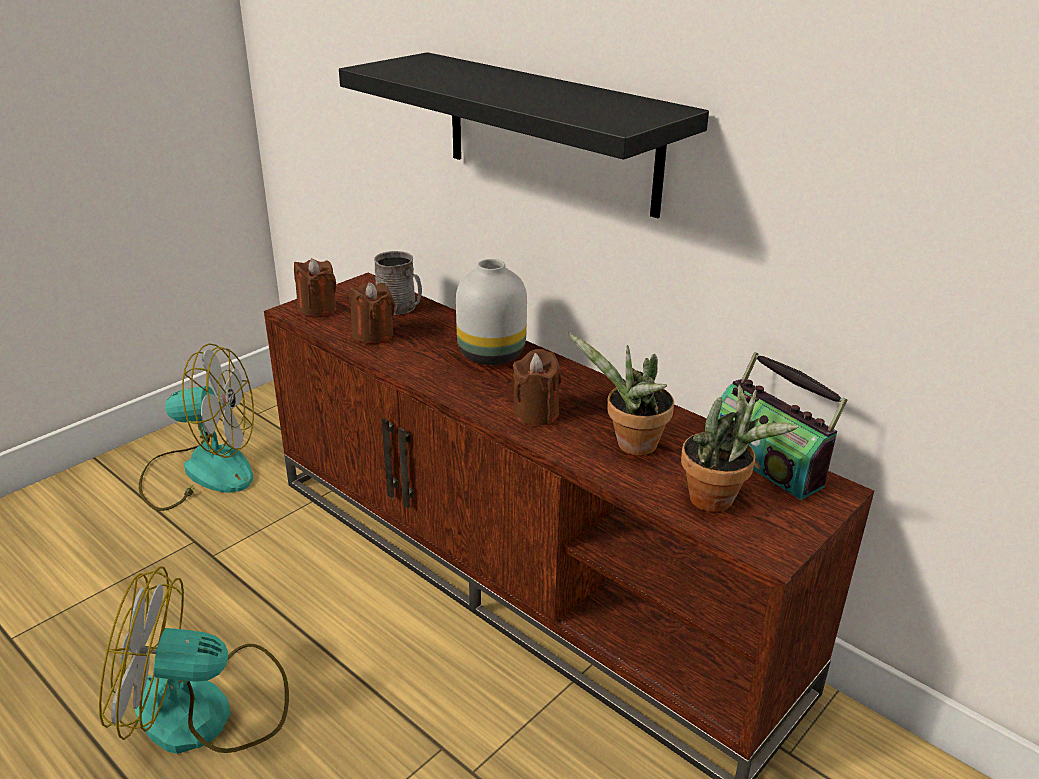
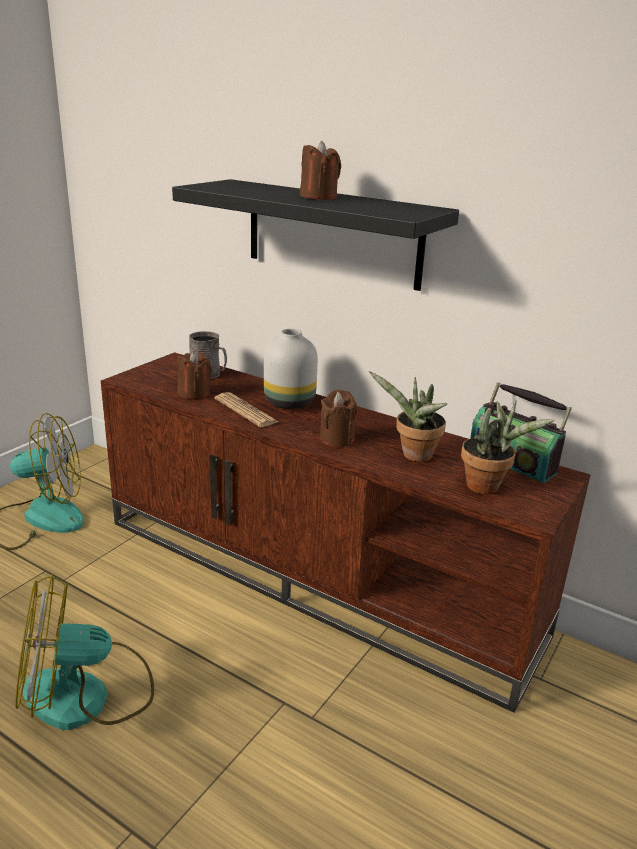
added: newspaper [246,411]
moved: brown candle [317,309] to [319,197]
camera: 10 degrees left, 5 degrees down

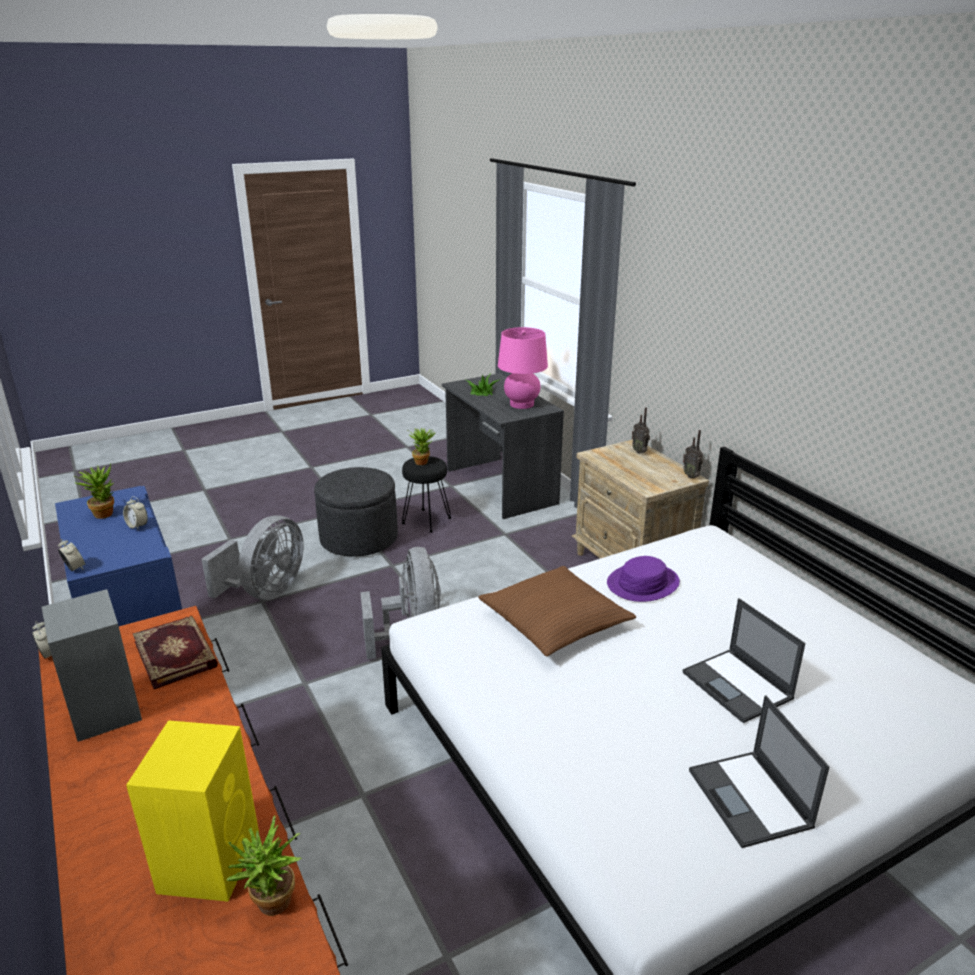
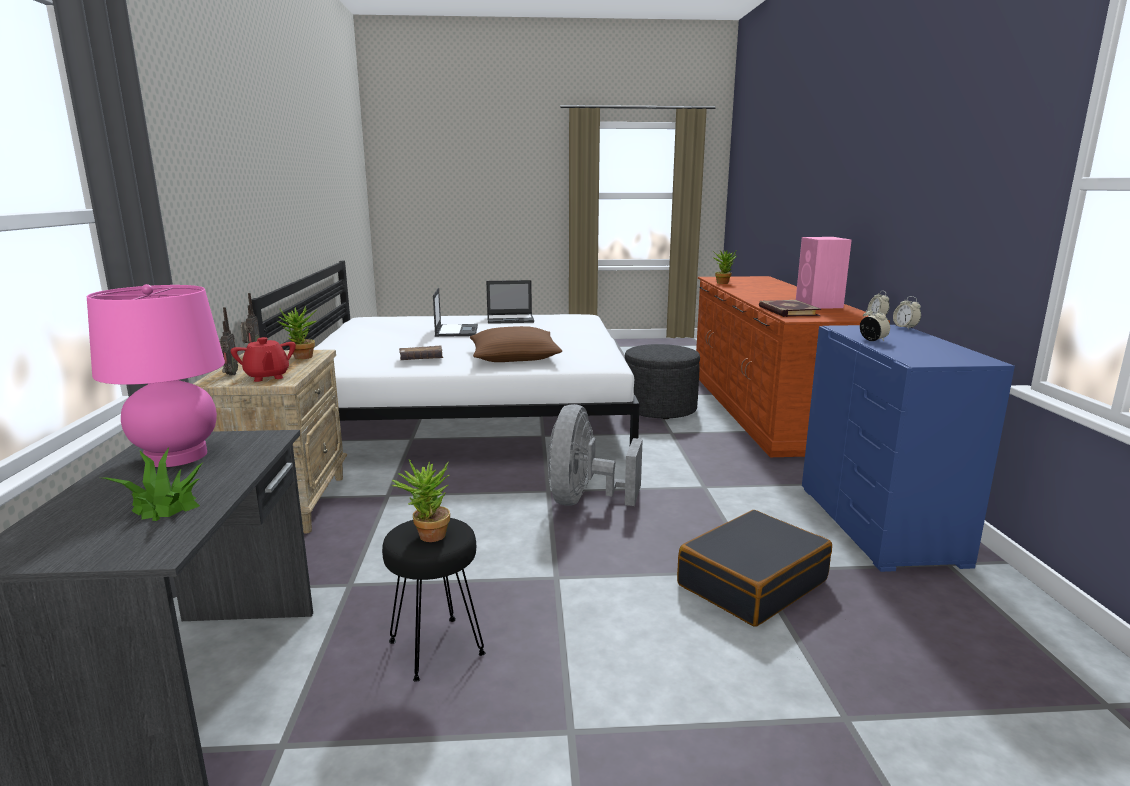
removed: yellow speaker [210,859]
added: red teapot [267,377]
moved: potted plant [104,512] to [301,358]; grey ottoman [359,538] to [659,409]
replaced: grey fan [266,592] to black suitcase [751,582]; purple hat [643,583] to brown book [421,359]
recoloured: grey speaker [105,709] to pink speaker [819,305]
turned: laptop [750,799] = [511,319] 75 degrees clockwise
camera: 155 degrees left, 10 degrees down

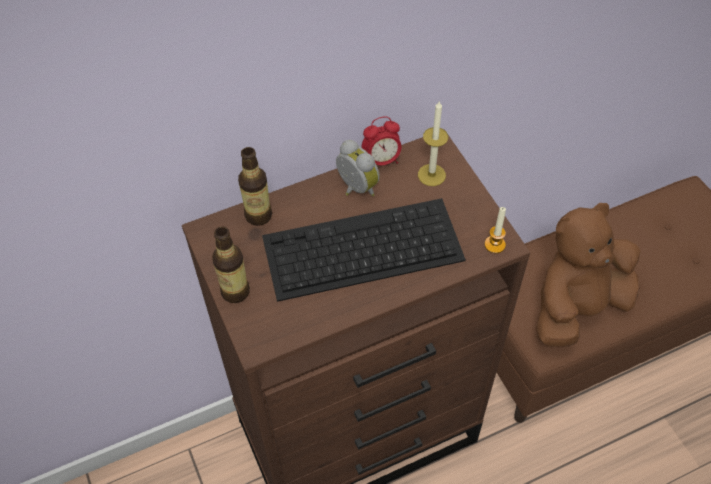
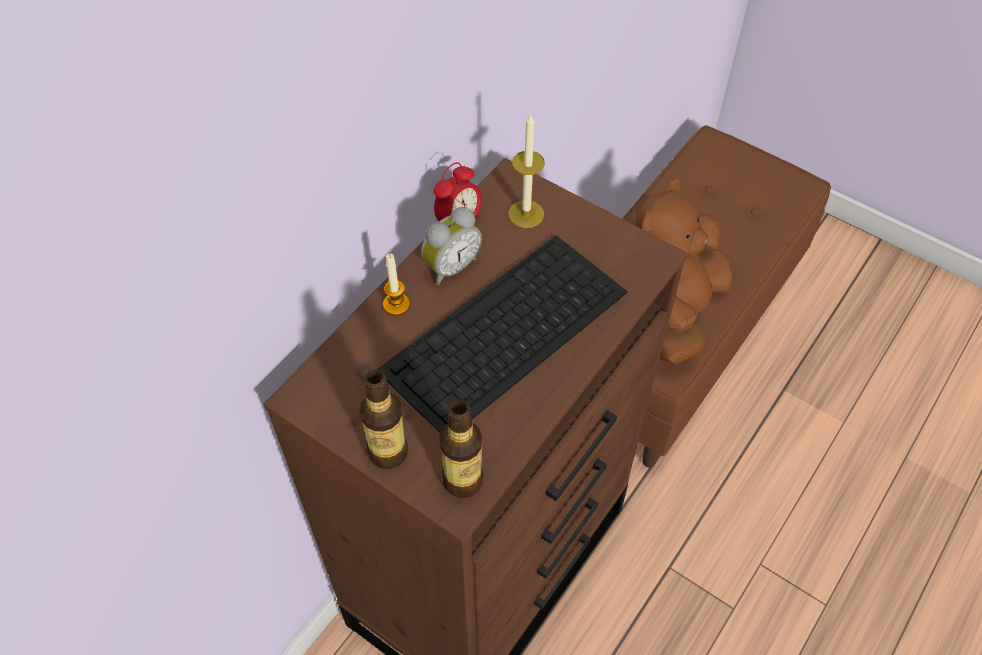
moved: bottle [258,215] to [463,480]; candle [494,245] to [396,304]
turned: alarm clock [355,188] = [450,266] 120 degrees clockwise
camera: 30 degrees left, 0 degrees up

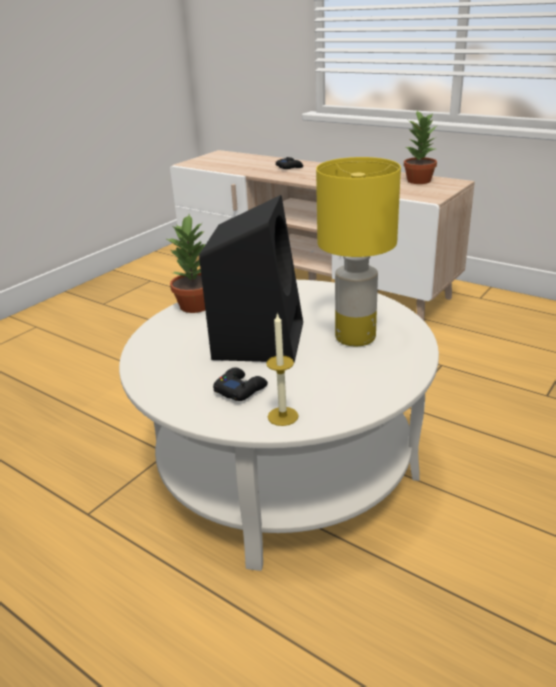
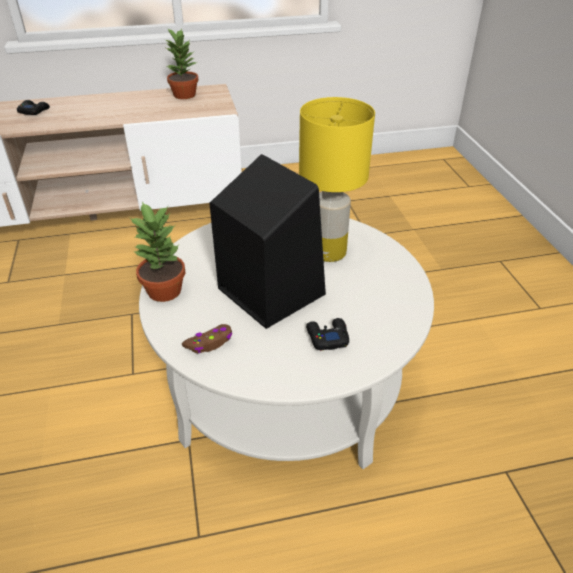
removed: candle [283,416]
added: brown game controller [210,343]
camera: 50 degrees left, 10 degrees up

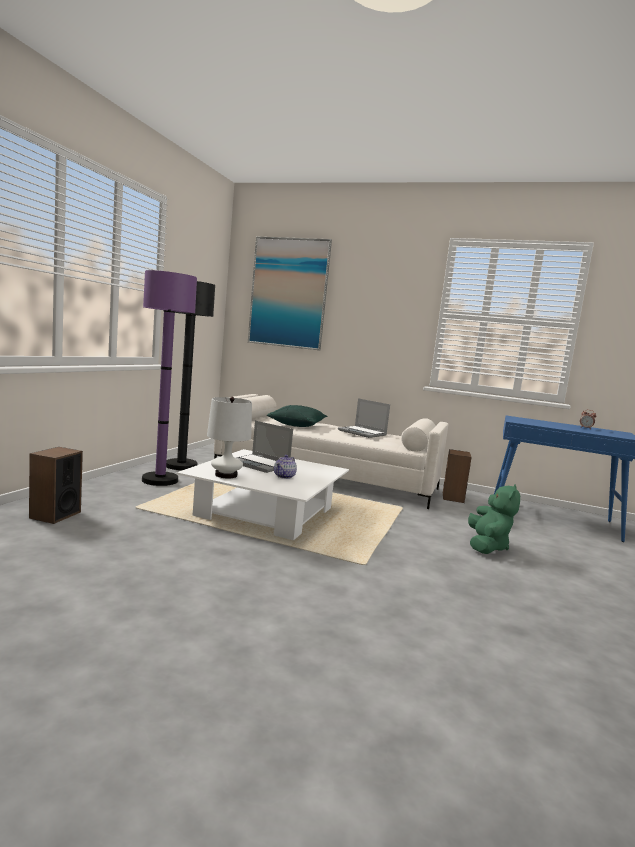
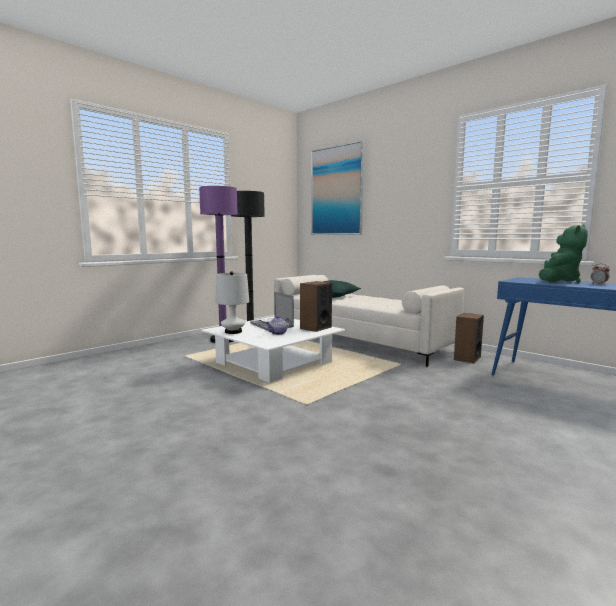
removed: laptop [363,433]
moved: speaker [55,515] to [315,328]; green plush toy [487,546] to [558,281]
camera: 25 degrees right, 0 degrees up

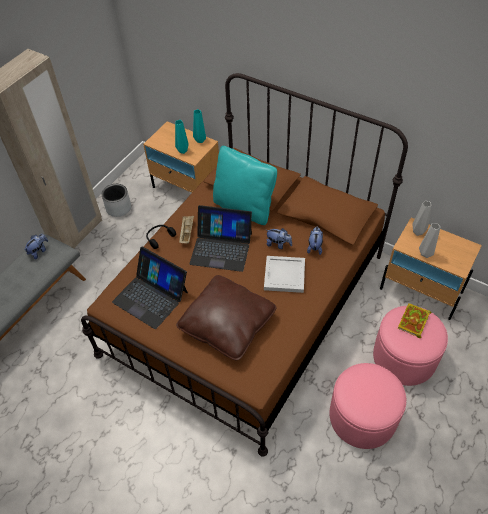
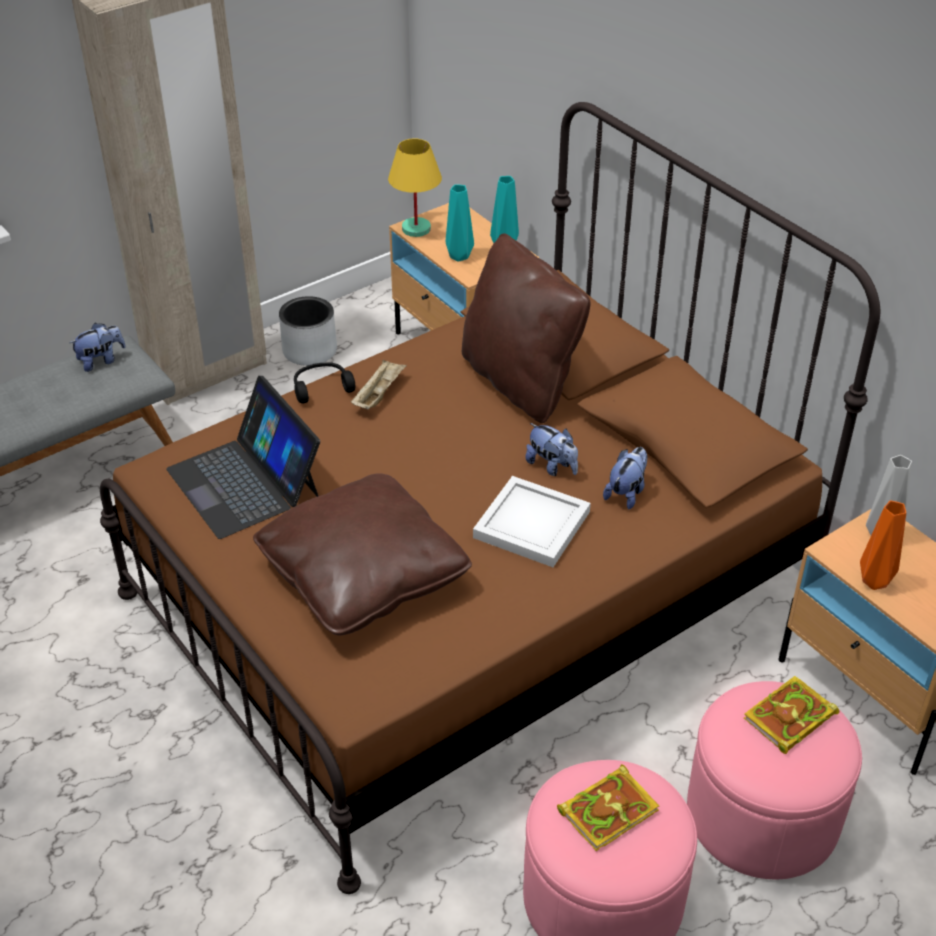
removed: laptop [221,248]
added: yellow table lamp [417,229]; book [609,809]
recoloured: turquoise pillow [244,207] to brown pillow [520,382]; grey vase [426,254] to orange vase [875,583]
camera: 20 degrees right, 10 degrees down

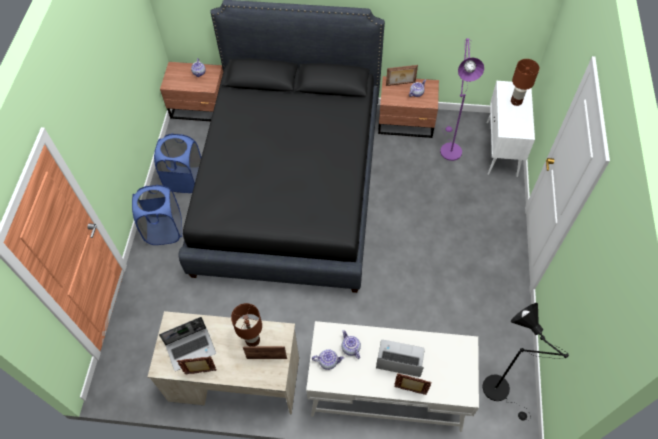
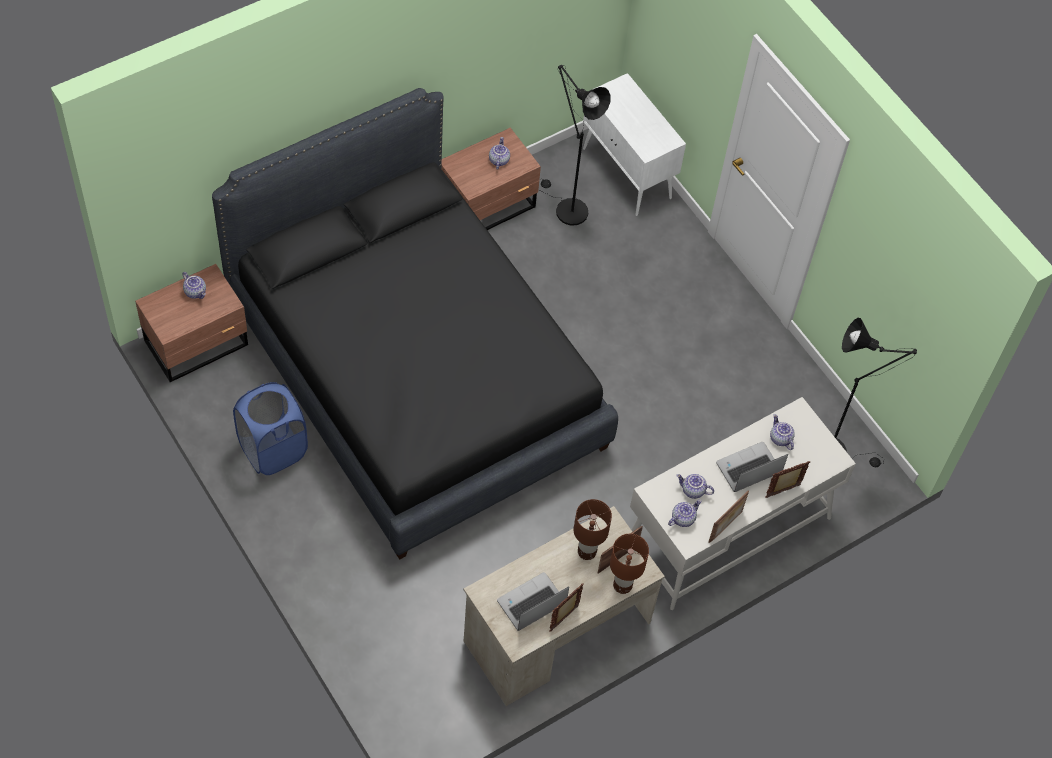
removed: blue laundry basket [164,230]
added: teapot [780,438]
moved: picture frame [400,84] to [726,526]; brown table lamp [516,101] to [622,585]
recoloured: purple floor lamp [449,148] to black floor lamp [566,208]
turned: laptop [191,348] = [531,604] 150 degrees counterclockwise
camera: 45 degrees left, 0 degrees up

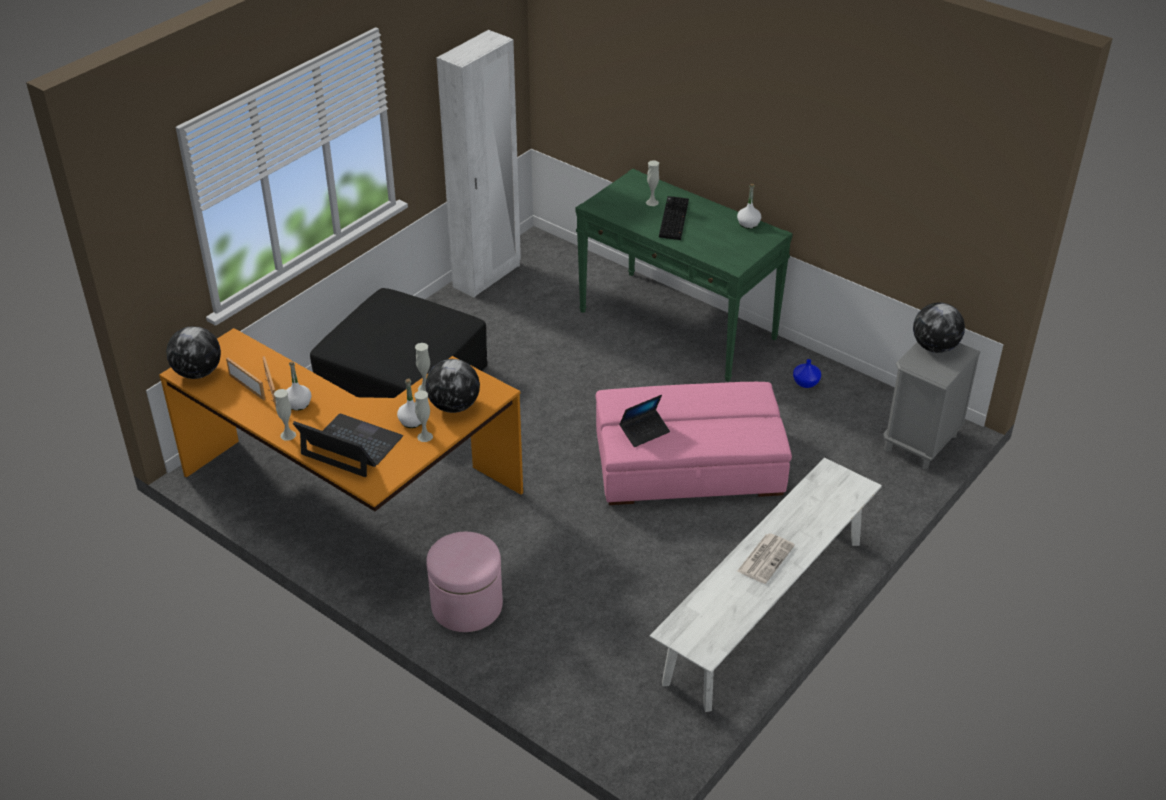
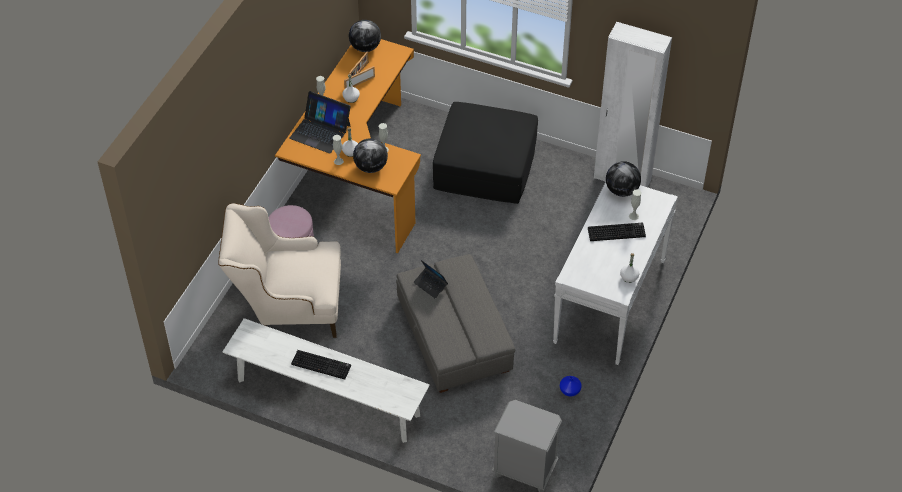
added: beige armchair [288,308]
moved: globe [935,347] to [622,190]
replaced: newspaper [765,558] to keyboard [322,364]
recoloured: green console table [678,325] to white console table [610,301]; pink ottoman [688,464] to grey ottoman [454,334]
turned: laptop [351,446] = [320,131] 105 degrees clockwise
camera: 75 degrees right, 10 degrees up

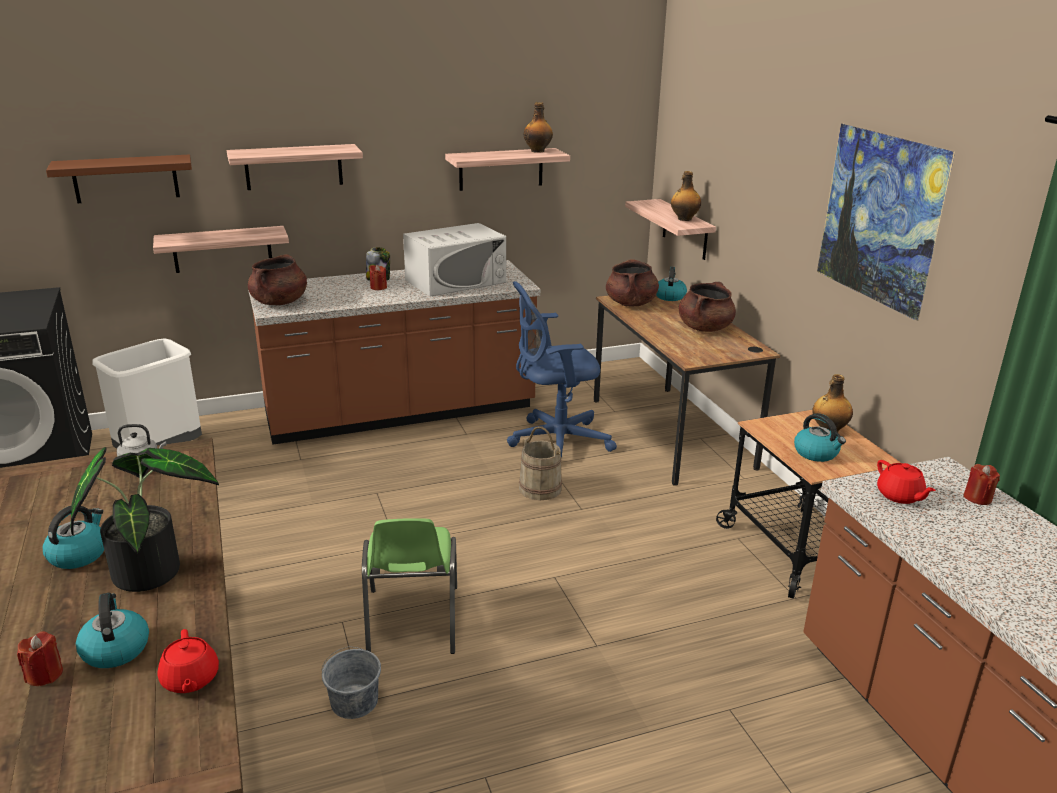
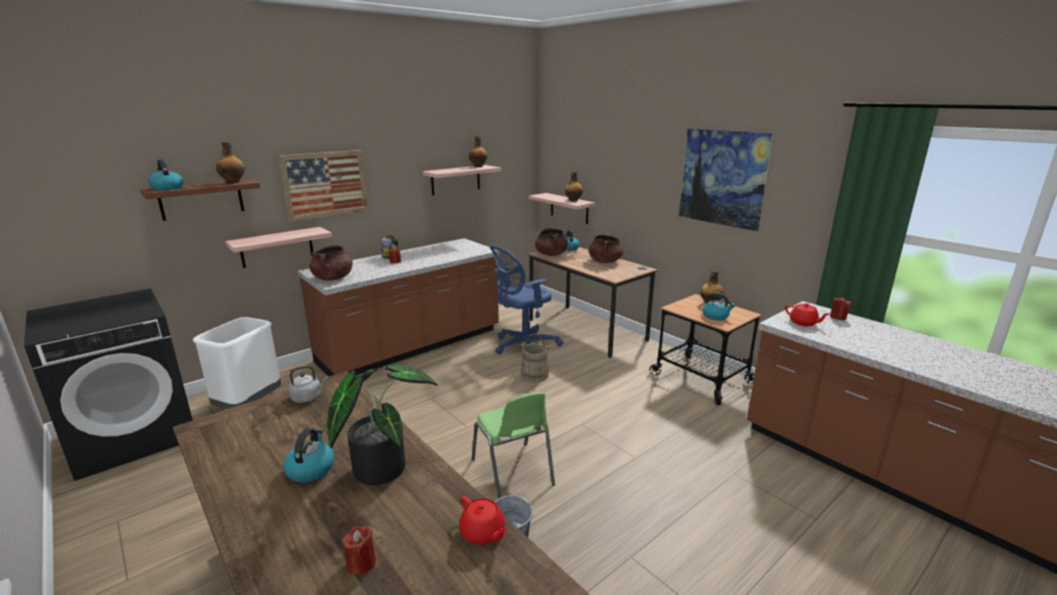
removed: white microwave [456,281]
added: bottle [233,182]
moved: kettle [115,649] to [167,188]
replaced: shelf [293,167] to picture [325,184]
camera: 20 degrees left, 5 degrees down

